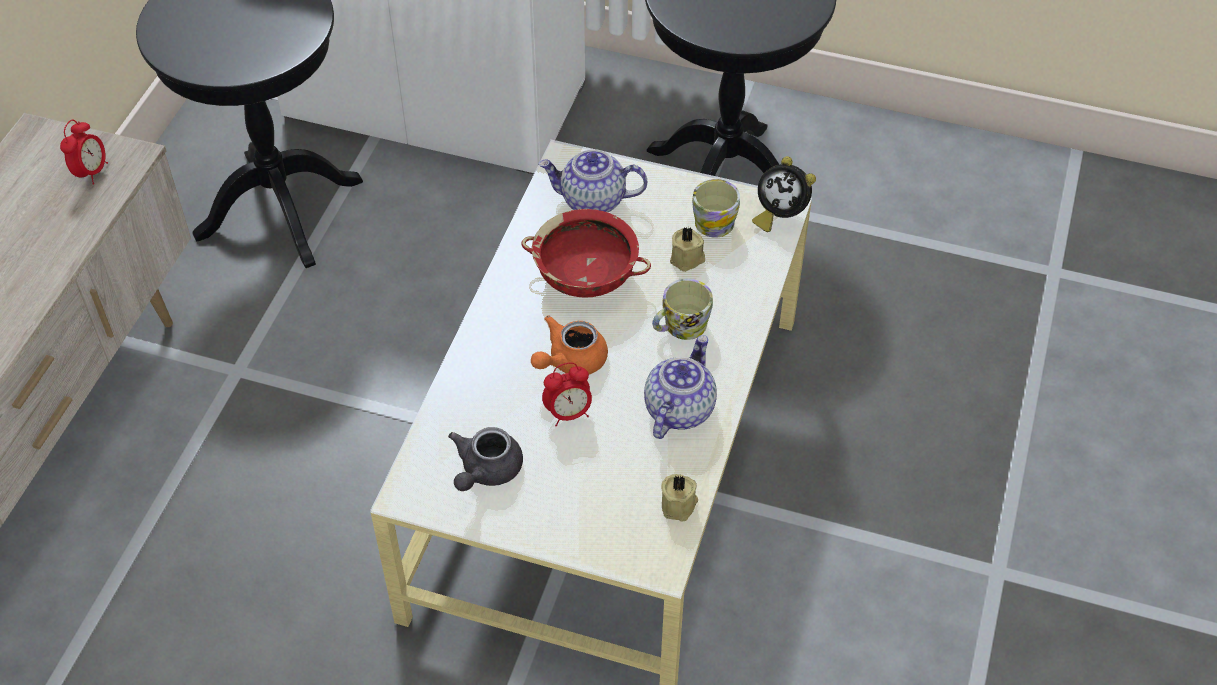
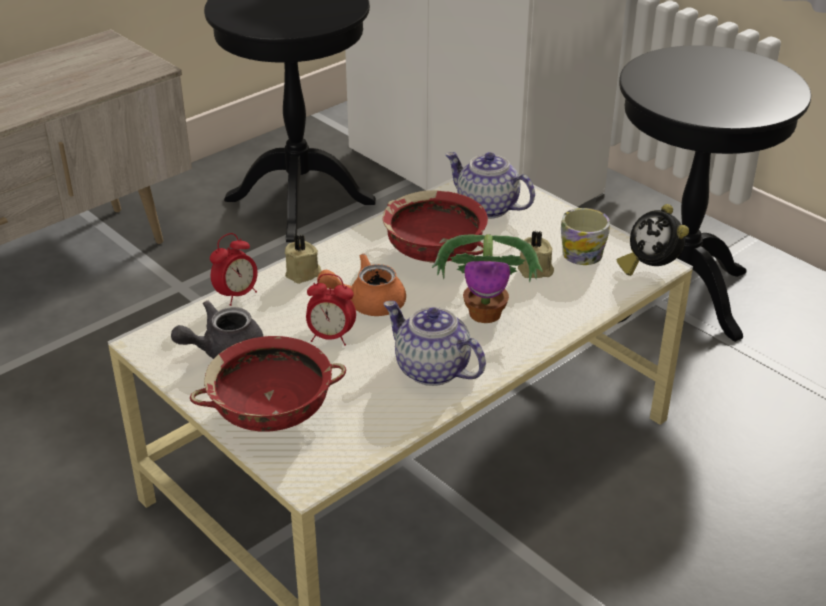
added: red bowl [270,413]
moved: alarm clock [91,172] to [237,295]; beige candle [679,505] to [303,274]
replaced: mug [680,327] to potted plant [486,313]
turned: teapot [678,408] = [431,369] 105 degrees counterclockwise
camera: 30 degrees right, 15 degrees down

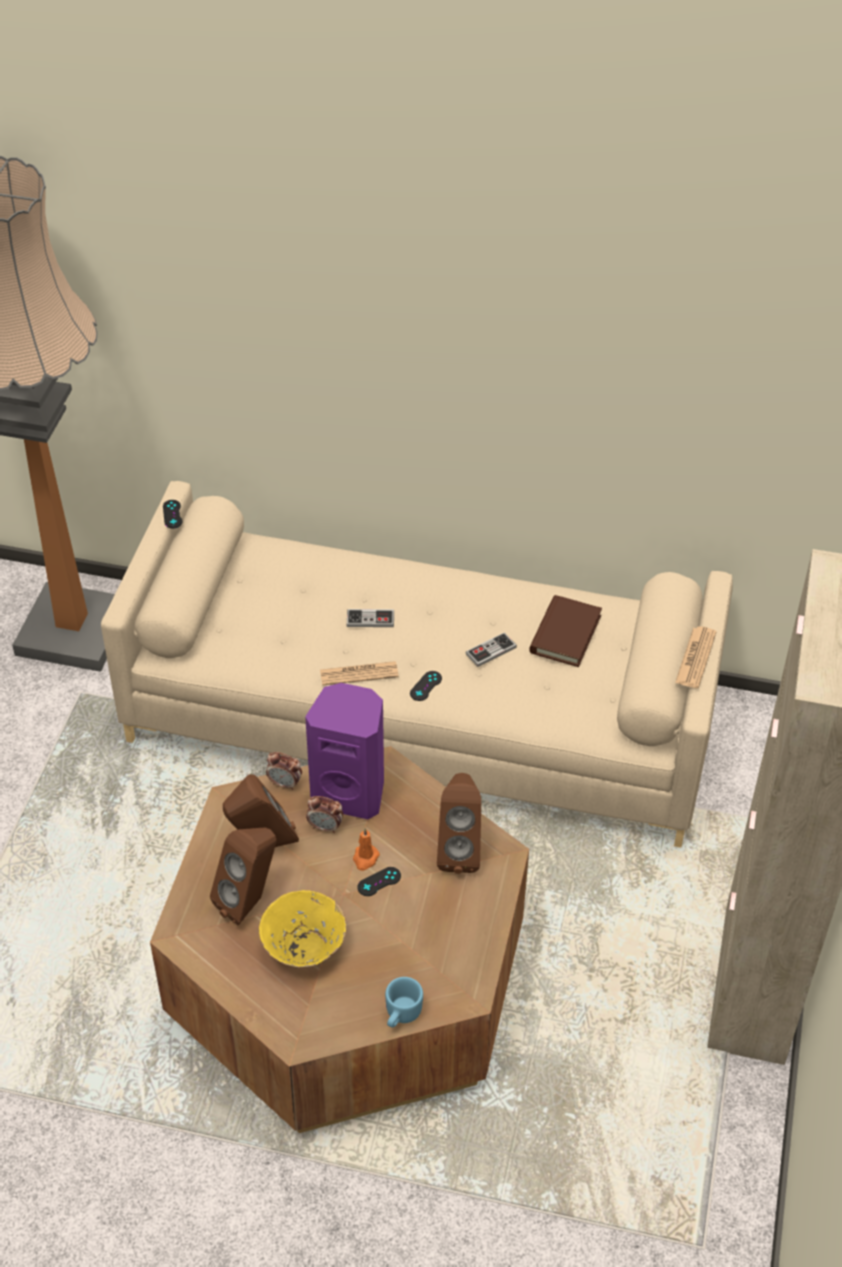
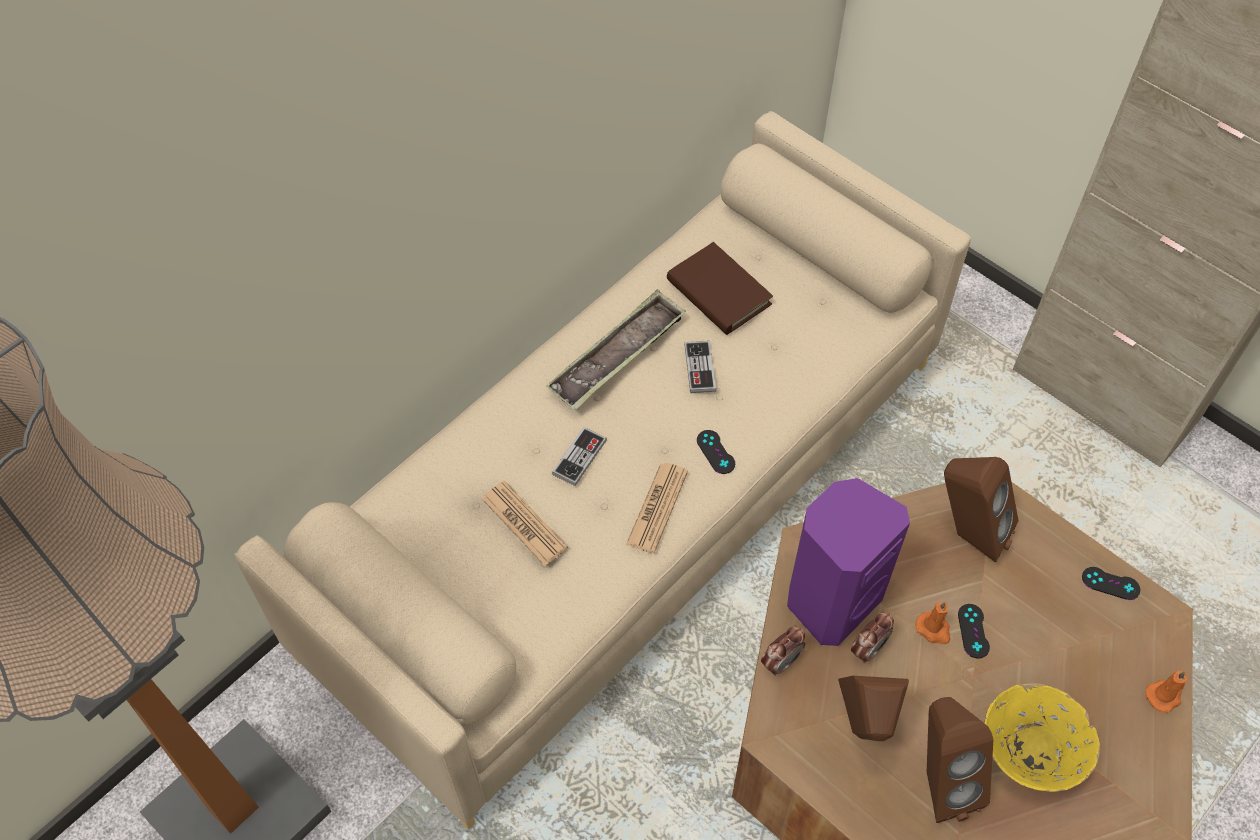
added: tray [617,356]
moved: black game controller [172,514] to [1110,583]; newspaper [695,658] to [524,524]
replaced: blue mug [400,1015] to orange candle [1164,695]
camera: 60 degrees left, 10 degrees up

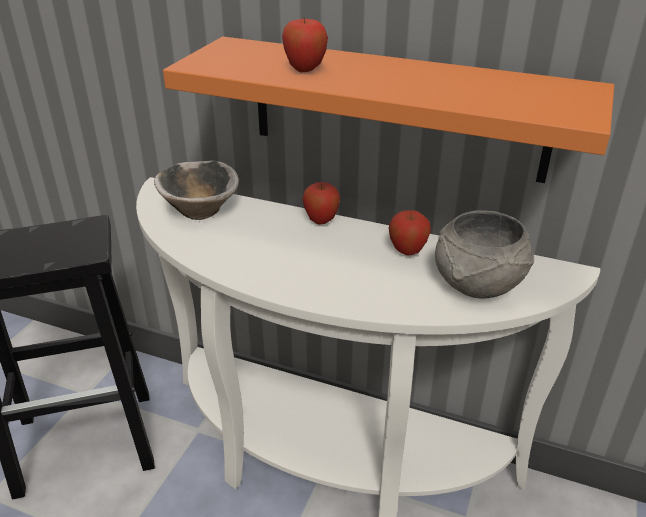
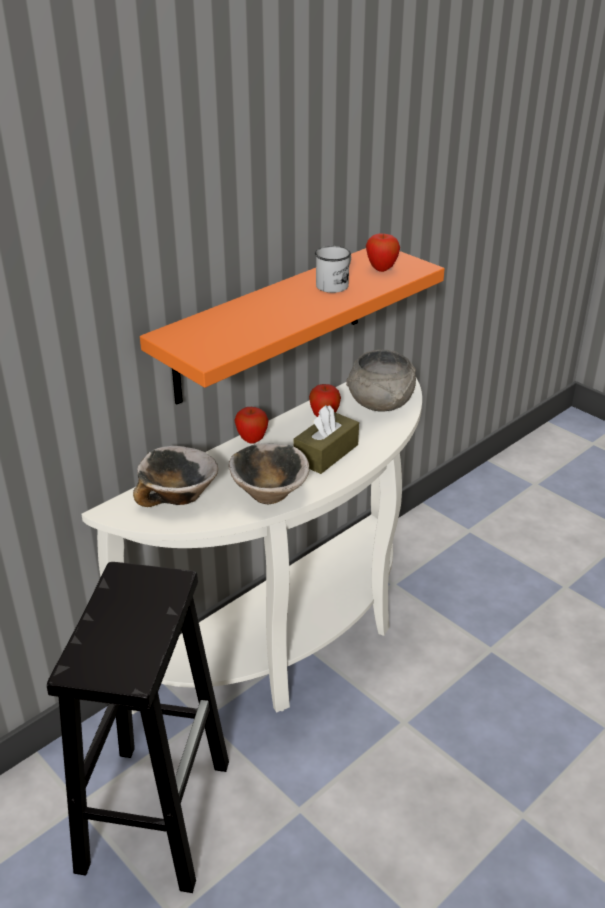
added: bowl [269,493]; brown tissue box [326,453]; white mug [335,284]
moved: apple [305,70] to [381,269]
camera: 65 degrees left, 0 degrees up

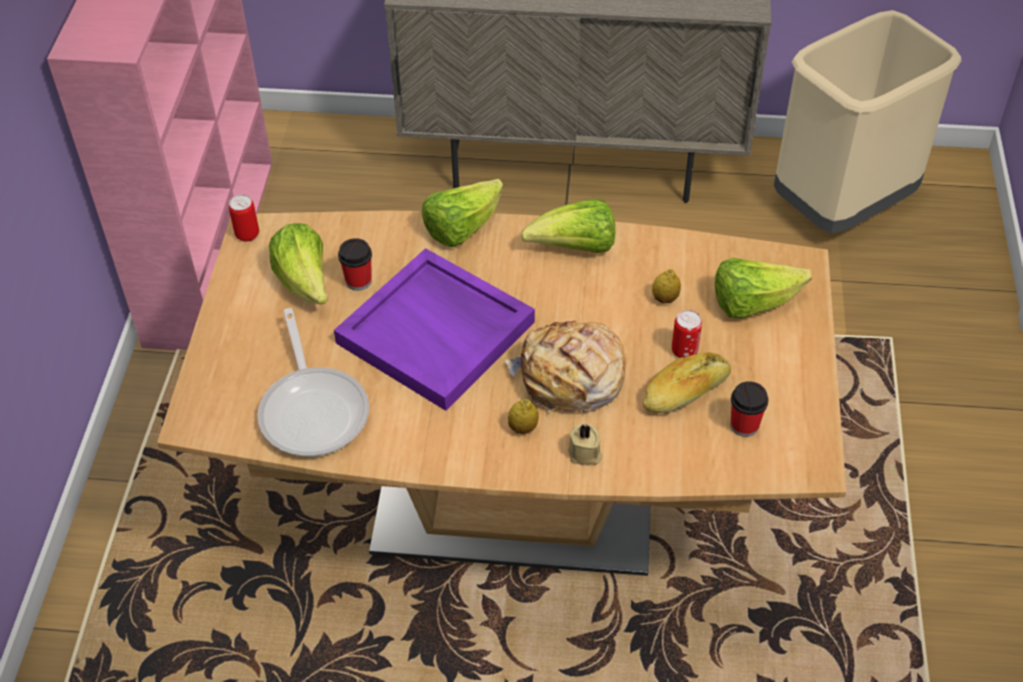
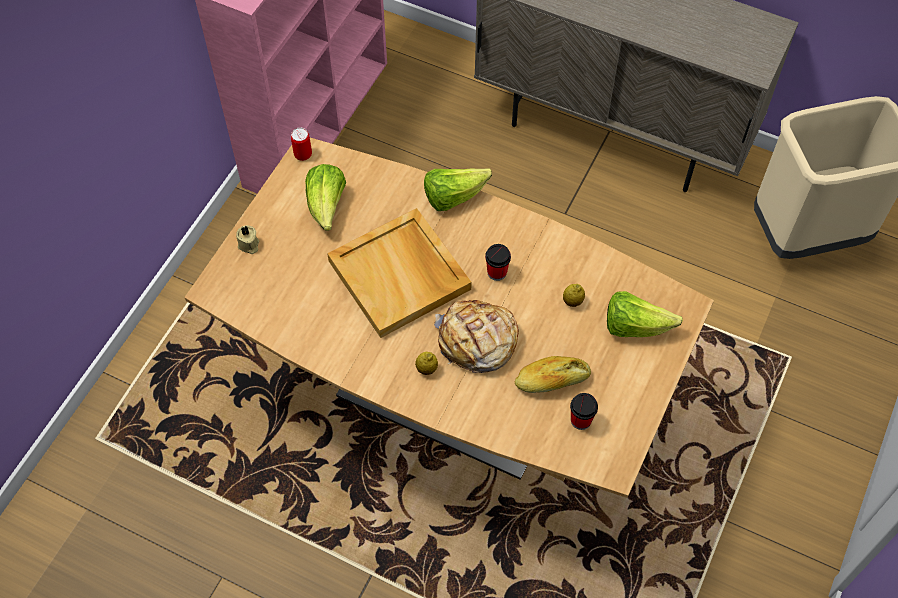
removed: frying pan [314,409]; lettuce [575,248]; can [684,351]
moved: cup [358,281] to [497,272]; beige candle [585,454] to [249,245]
recoloured: purple tray [437,332] to beige tray [400,275]
camera: 20 degrees right, 10 degrees up

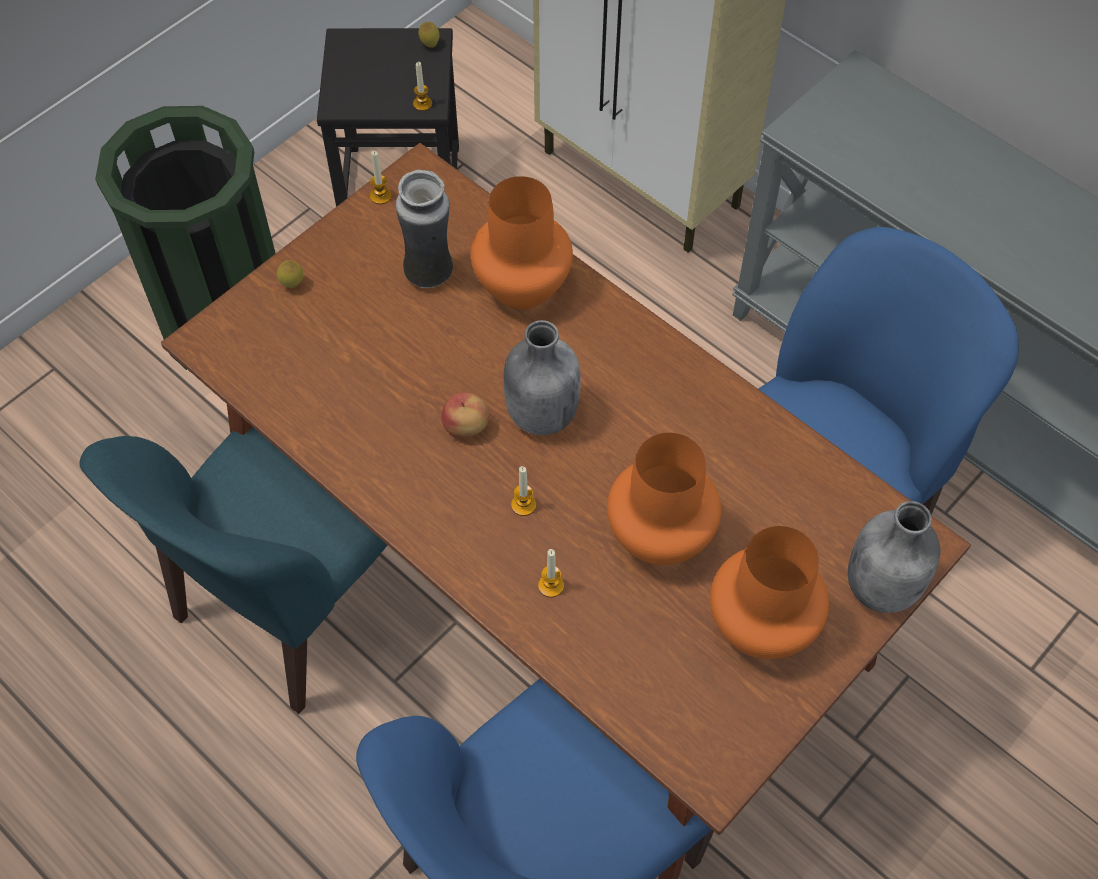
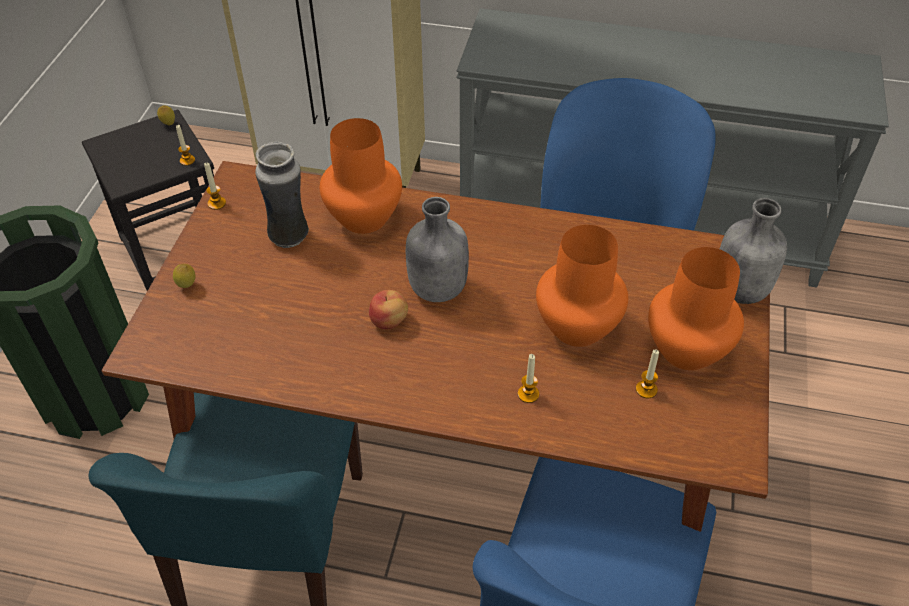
moved: candle [523,505] to [646,389]
camera: 30 degrees left, 10 degrees down

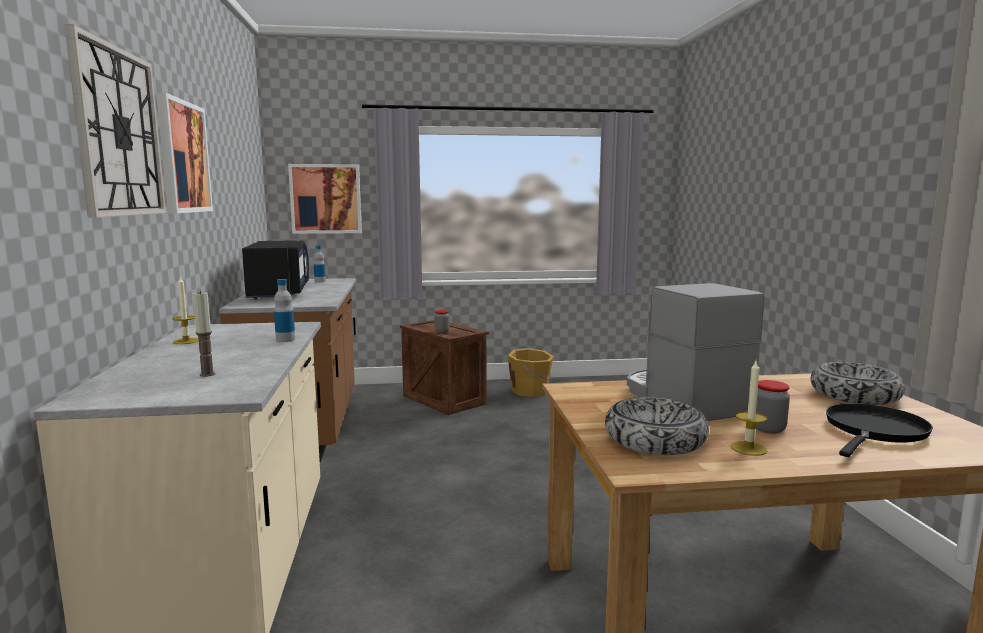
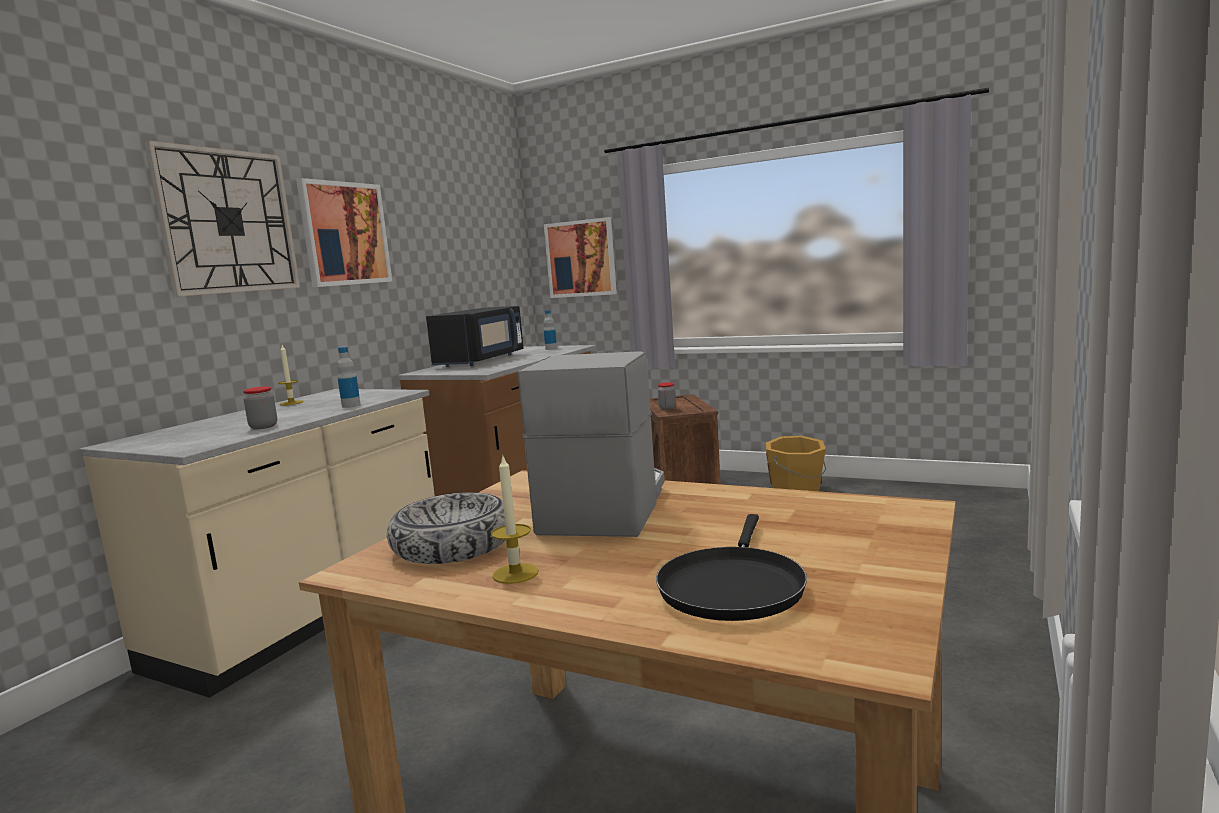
removed: candle [207,374]; bowl [854,395]
moved: jar [768,429] to [263,427]
turned: black frying pan [874,431] = [732,586] 120 degrees clockwise
camera: 35 degrees right, 0 degrees up

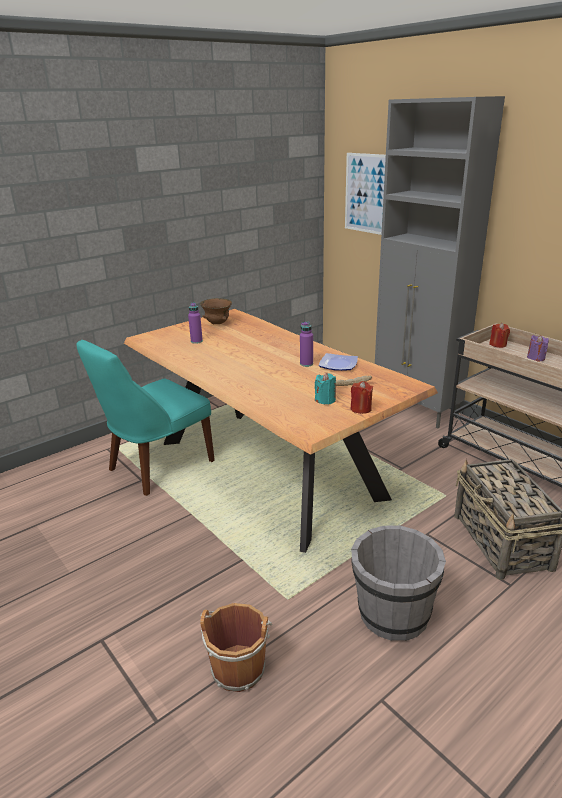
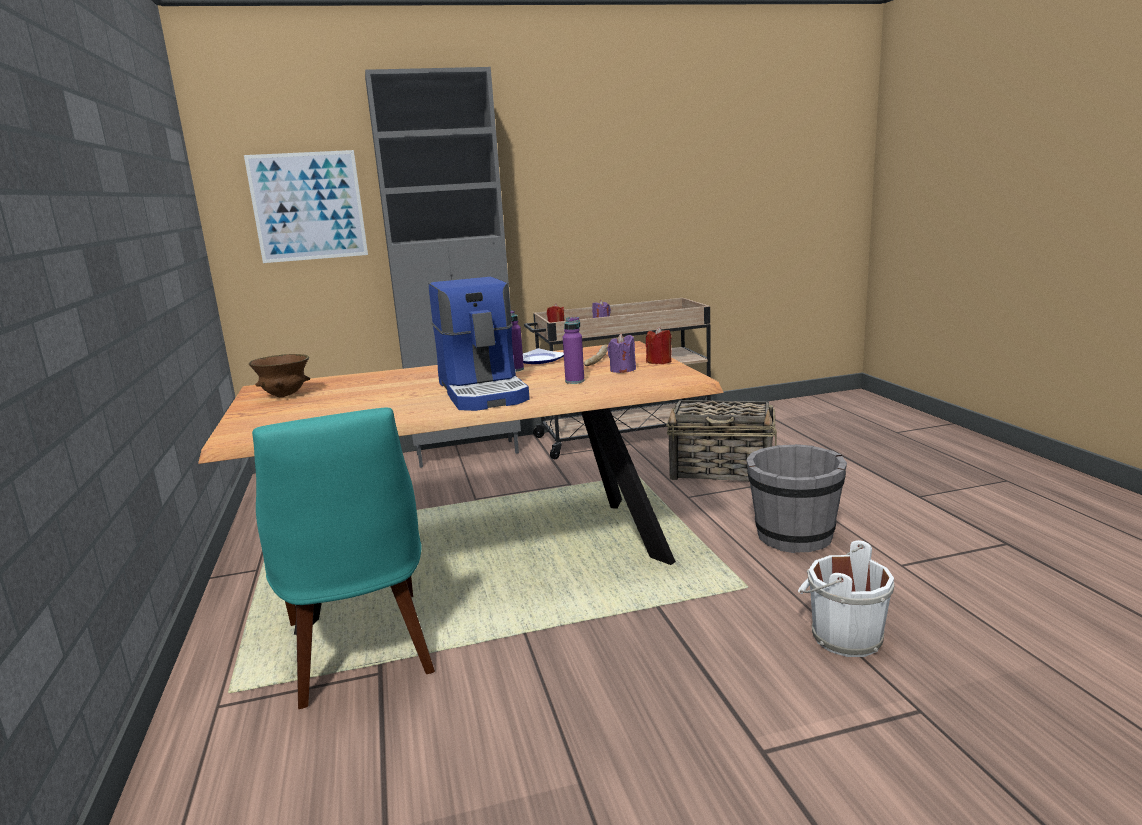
added: coffee machine [484,392]
moved: purple bottle [196,341] to [574,381]
recoloured: brown bucket [238,666] to white bucket [843,637]; turquoise candle [325,400] to purple candle [622,370]
camera: 65 degrees left, 10 degrees down

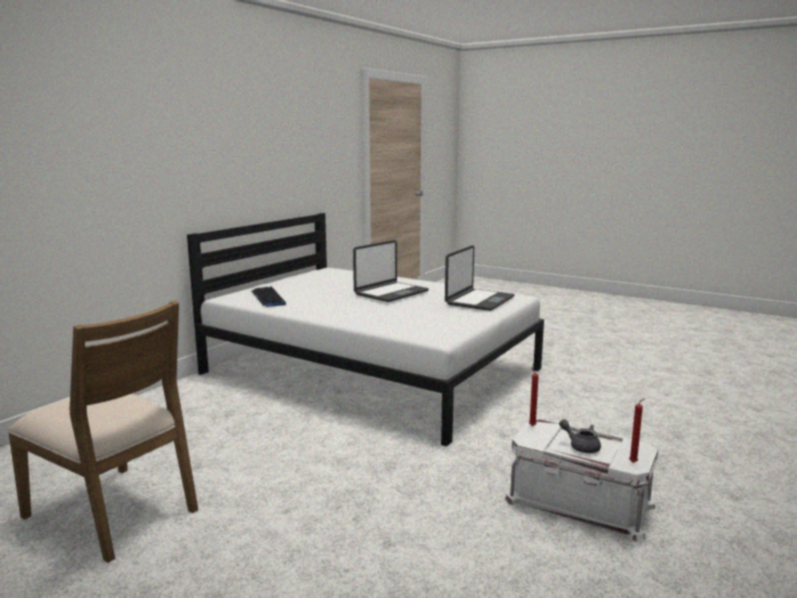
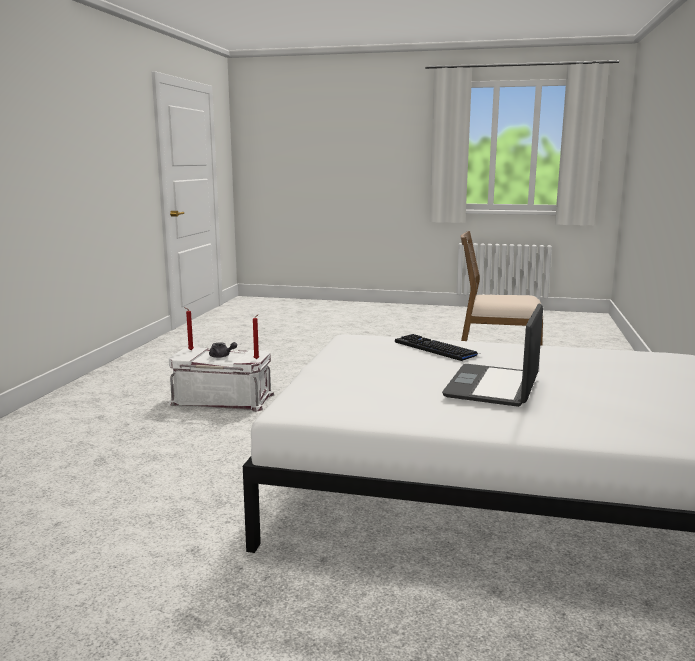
removed: laptop [479,300]
moved: keyboard [268,298] to [436,349]
camera: 160 degrees right, 0 degrees up

